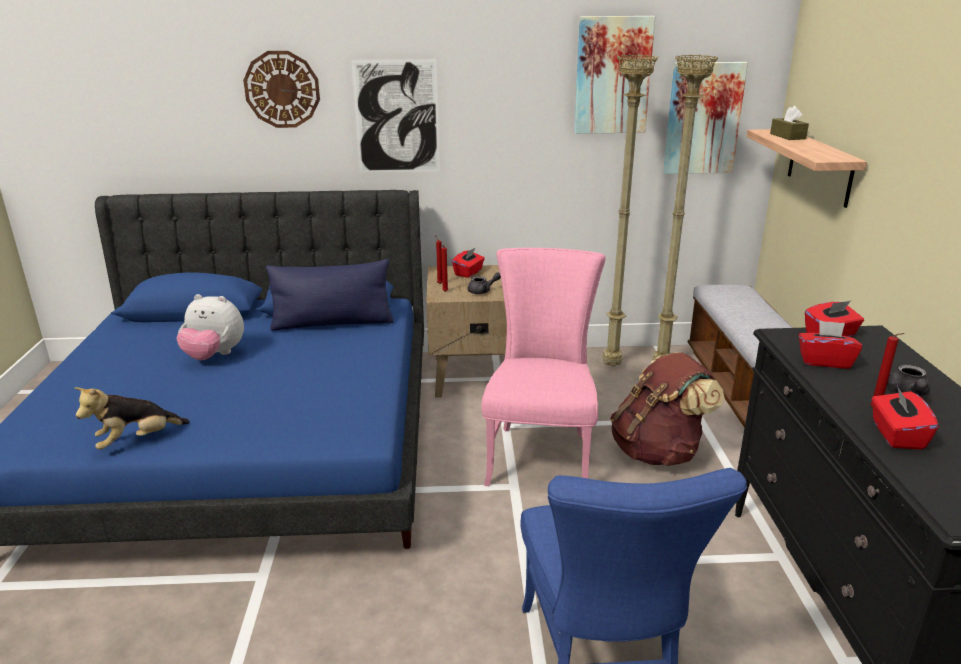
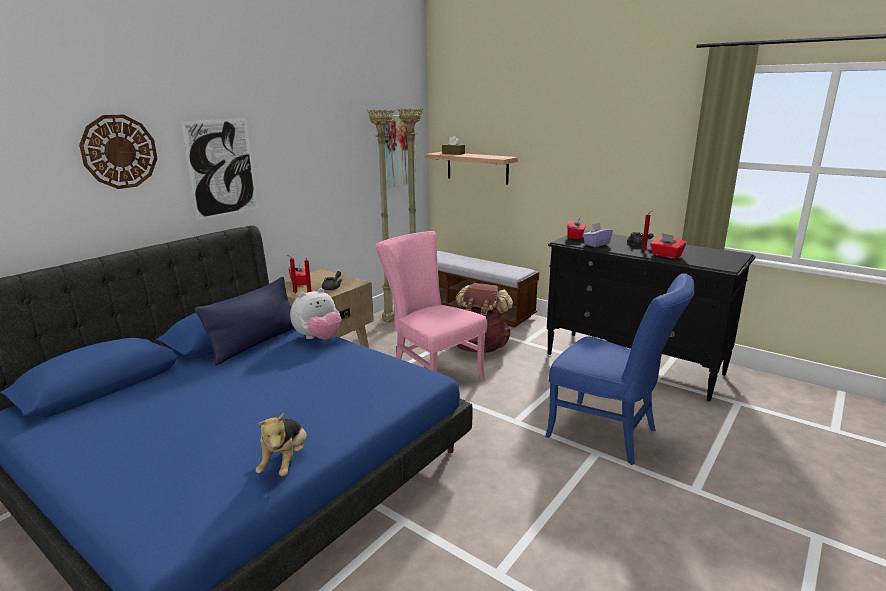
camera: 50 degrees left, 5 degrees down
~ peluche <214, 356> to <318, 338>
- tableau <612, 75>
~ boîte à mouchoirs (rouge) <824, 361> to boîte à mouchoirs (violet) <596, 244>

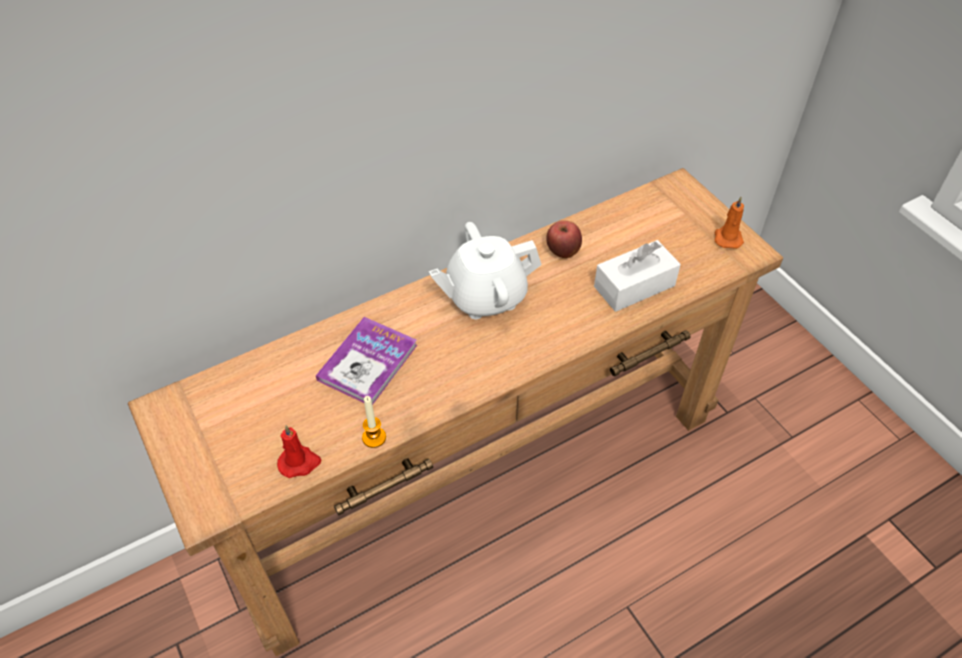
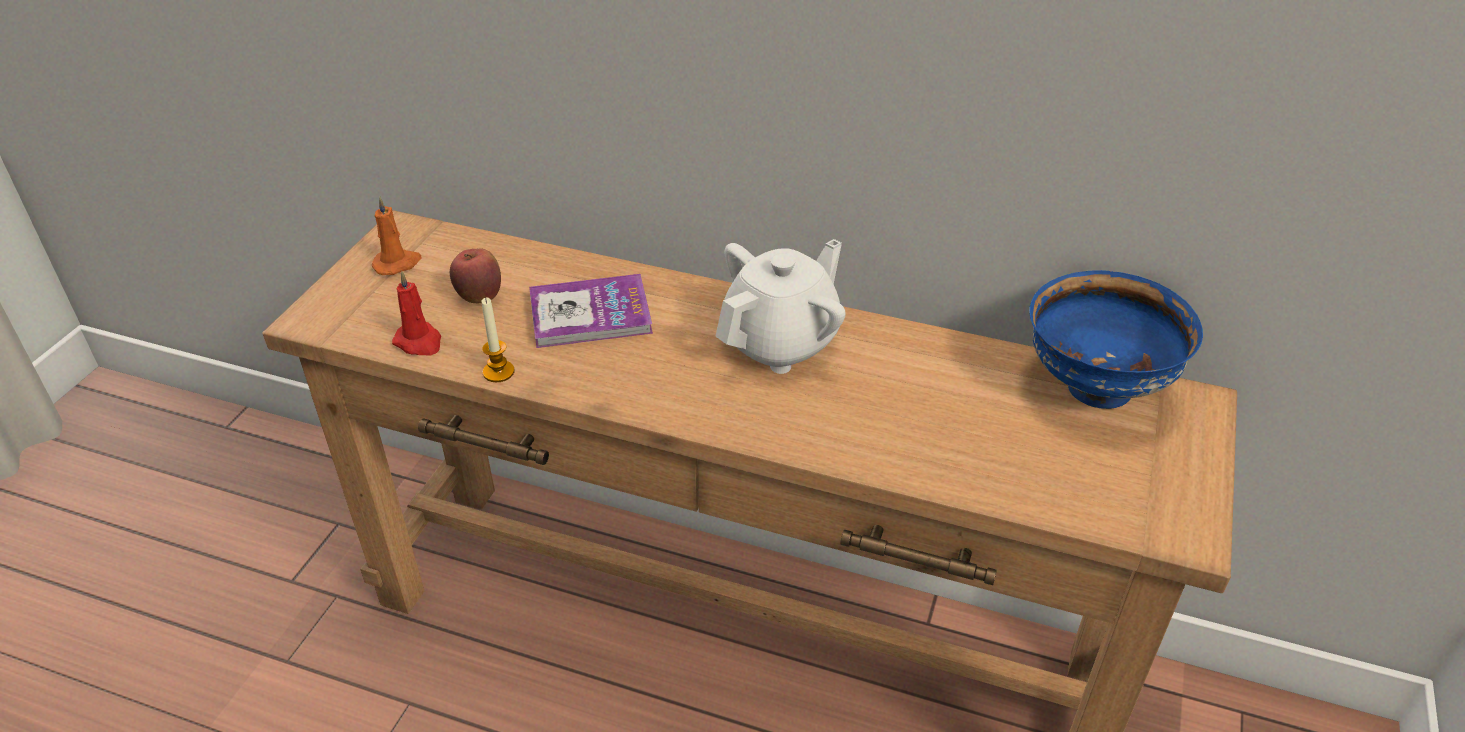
camera: 50 degrees right, 10 degrees down
~ théière (blanc) <485, 297> = <781, 343> 105 degrees clockwise
~ pomme <562, 252> to <480, 297>
- boîte à mouchoirs (blanc) <634, 286>
~ bougie (orange) <727, 237> to <397, 264>
+ bol (bleu) <1095, 389>

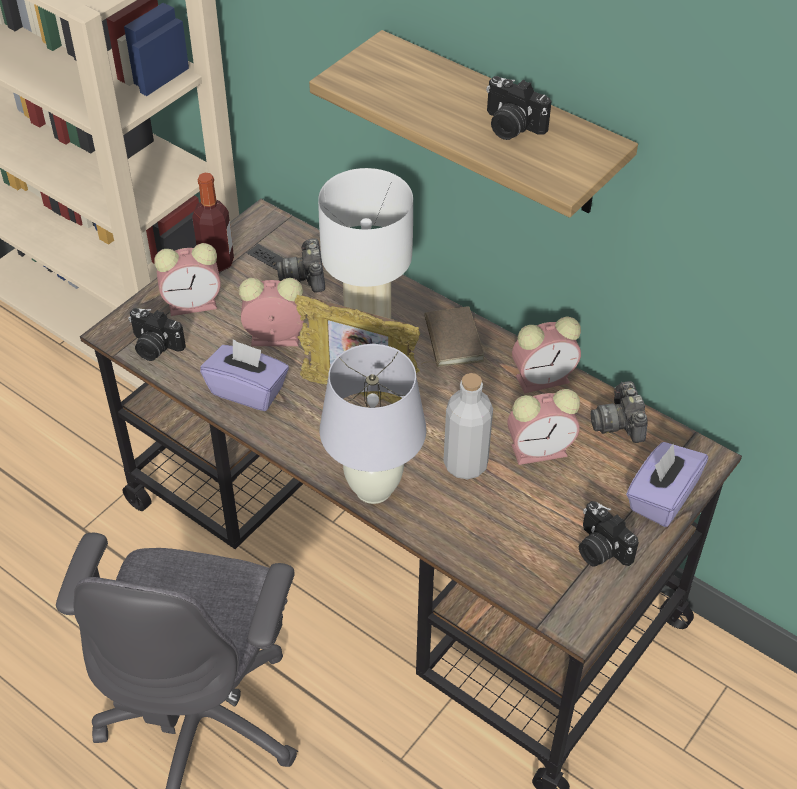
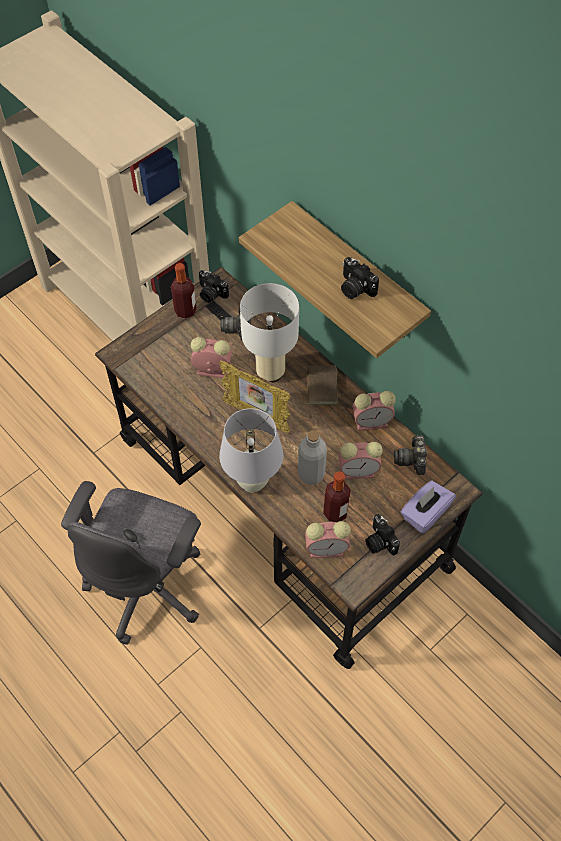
camera: 10 degrees right, 10 degrees up
~ appareil photo <154, 347> to <211, 294>
~ réveil <194, 303> to <327, 549>
- boîte à mouchoirs (violet) <248, 390>
+ bouteille <335, 512>

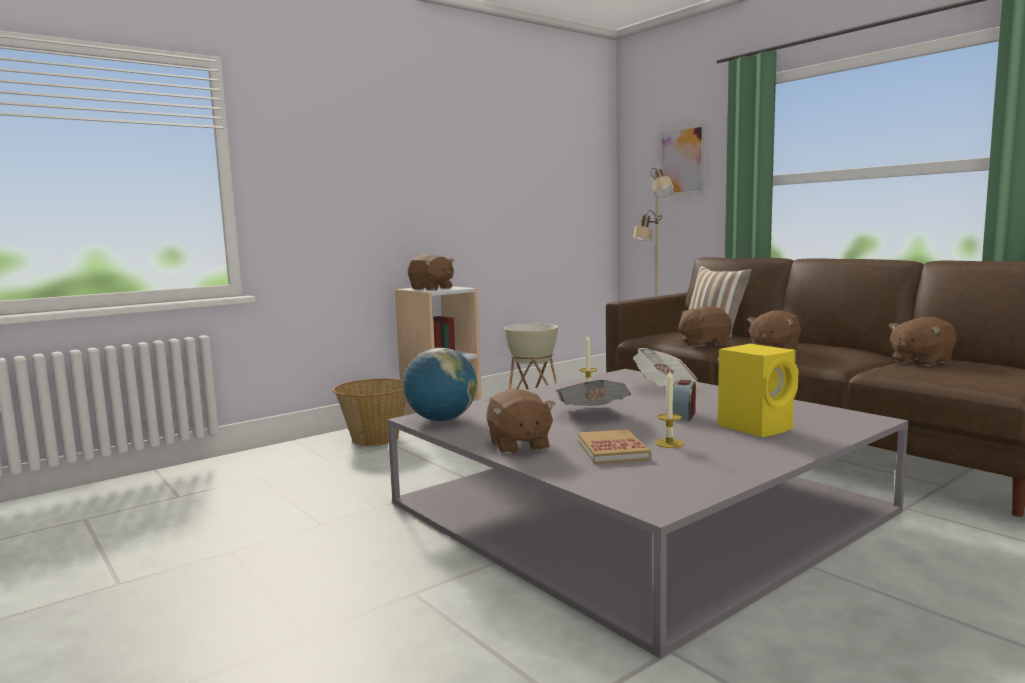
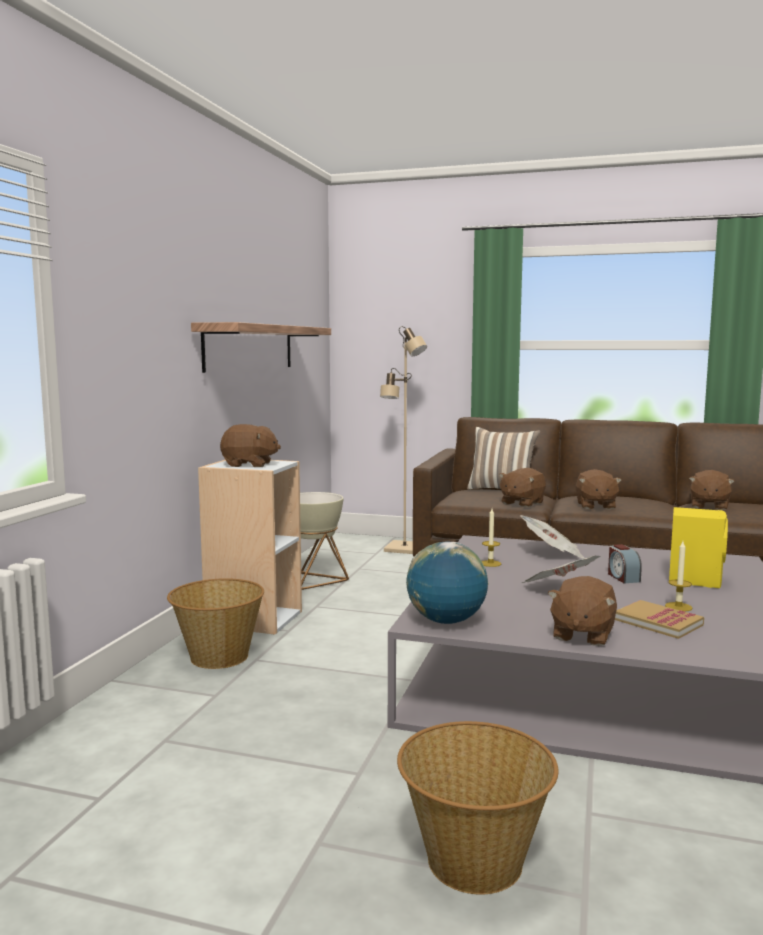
camera: 35 degrees left, 0 degrees up
~ peluche (marron) <518, 445> = <582, 634> 75 degrees clockwise
- tableau <682, 161>
+ étagère <250, 347>
+ panier <474, 862>

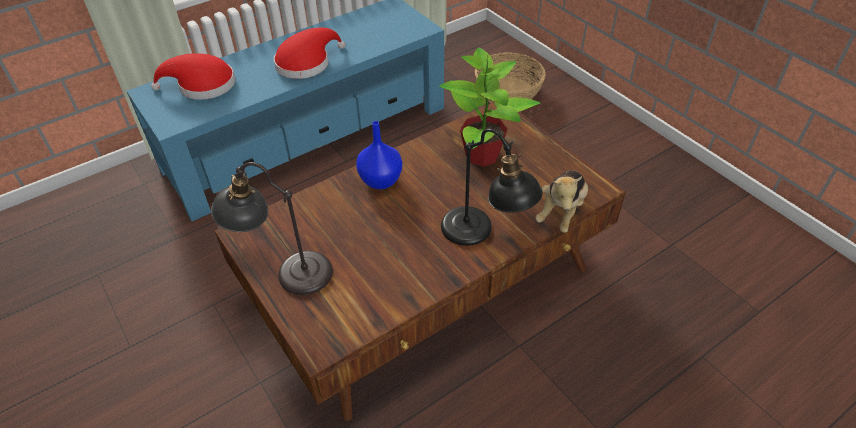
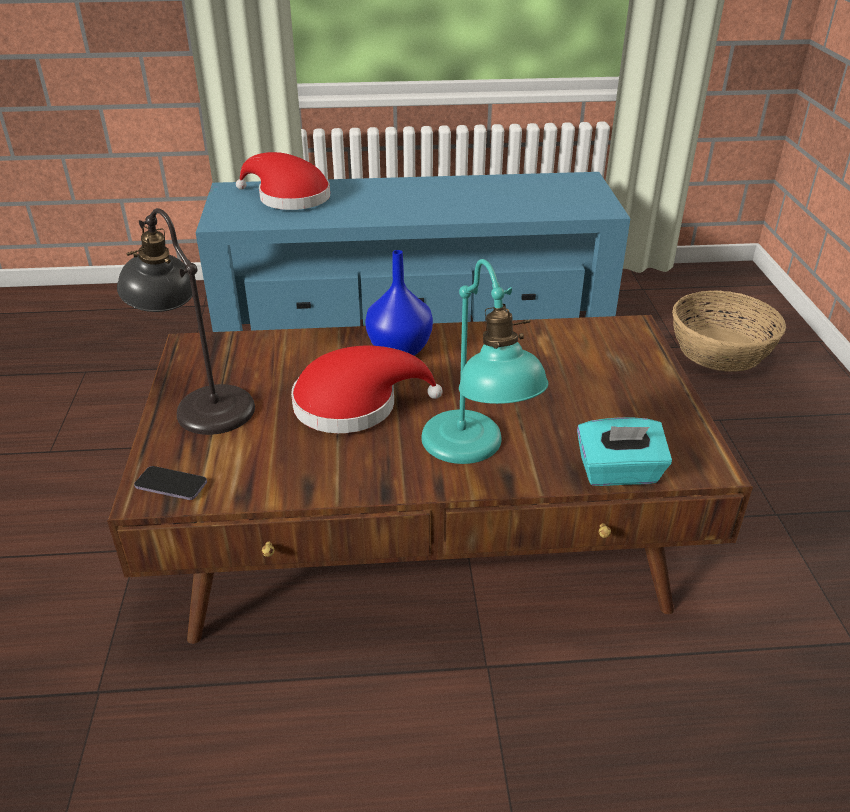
camera: 30 degrees right, 10 degrees down
~ chapeau (rouge) <306, 63> to <354, 404>
- plante en pot <483, 155>
~ lampe de table (noir) <485, 236> to lampe de table (turquoise) <478, 459>
~ peluche <561, 212> to boîte à mouchoirs (turquoise) <619, 473>
+ téléphone <171, 485>

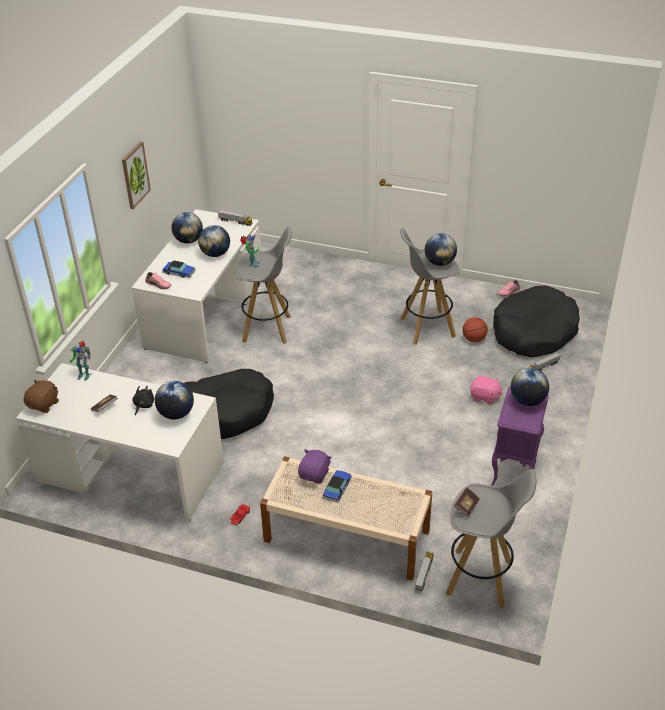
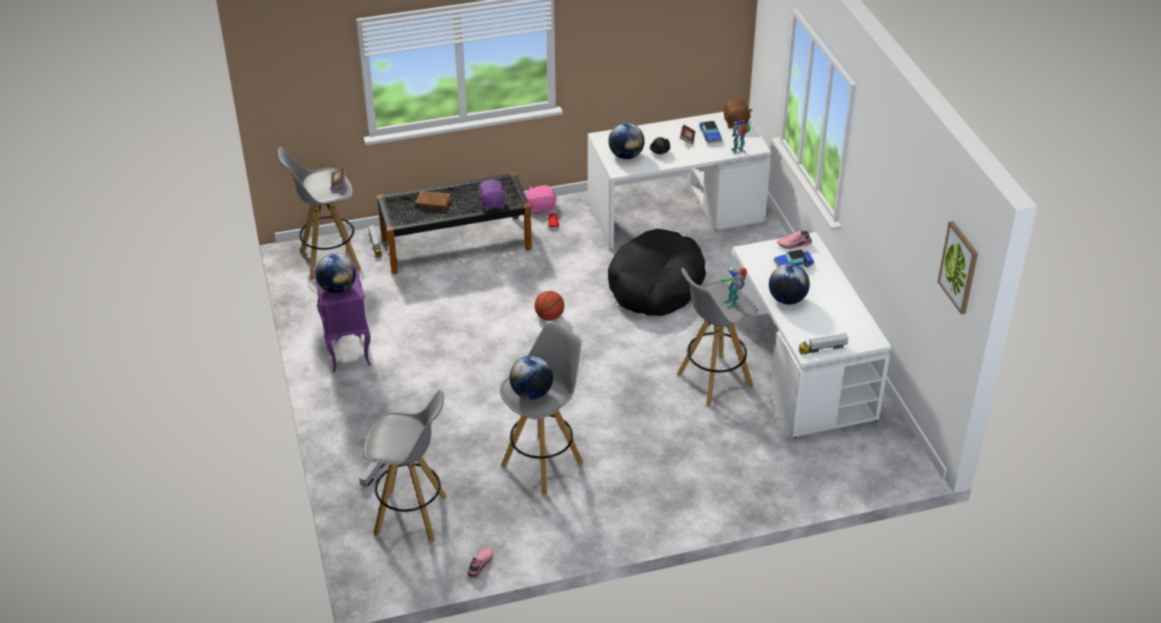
camera: 145 degrees right, 0 degrees up
~ tableau <135, 175> to <959, 267>
- globe <188, 240>
~ banc (beige) <346, 536> to banc (noir) <456, 243>
~ petite voiture <337, 488> to <710, 135>
~ ballon de basket <474, 339> to <549, 317>
~ peluche (rose) <484, 397> to <540, 207>
~ panier pour chien (noir) <533, 332> to tabouret (gris) <412, 516>
+ livre (marron) <433, 203>

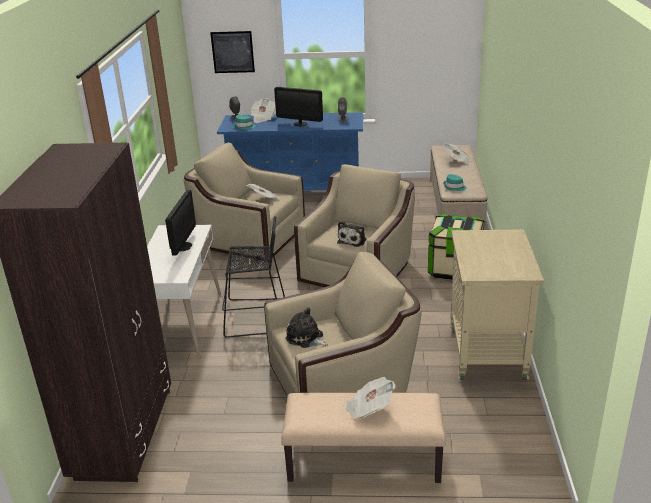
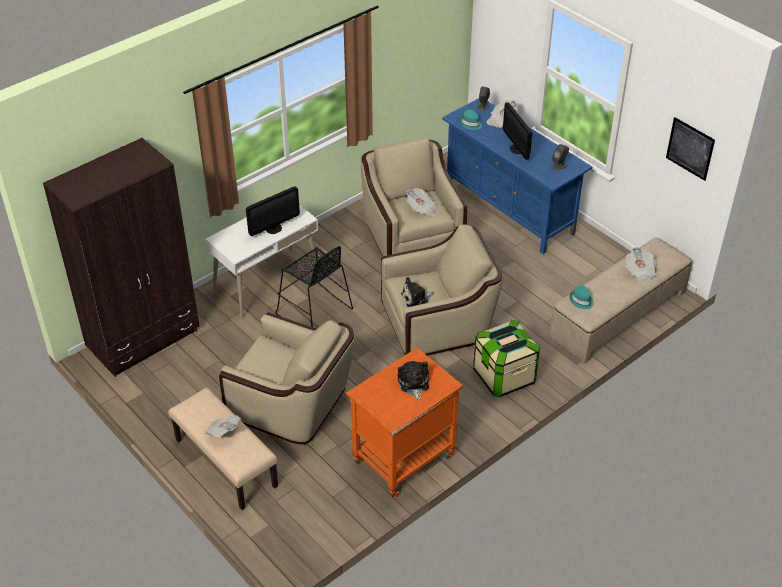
camera: 45 degrees right, 15 degrees up
~ tableau <232, 52> to <690, 148>
~ peluche <306, 338> to <413, 384>
~ chariot (beige) <486, 354> to chariot (orange) <403, 460>

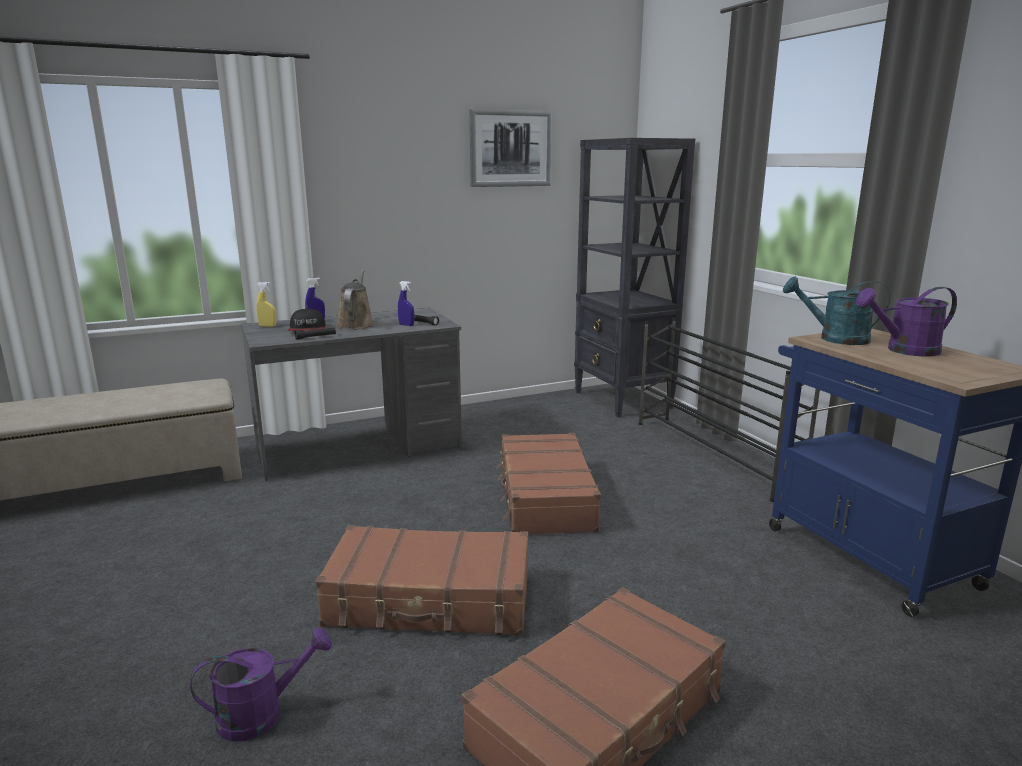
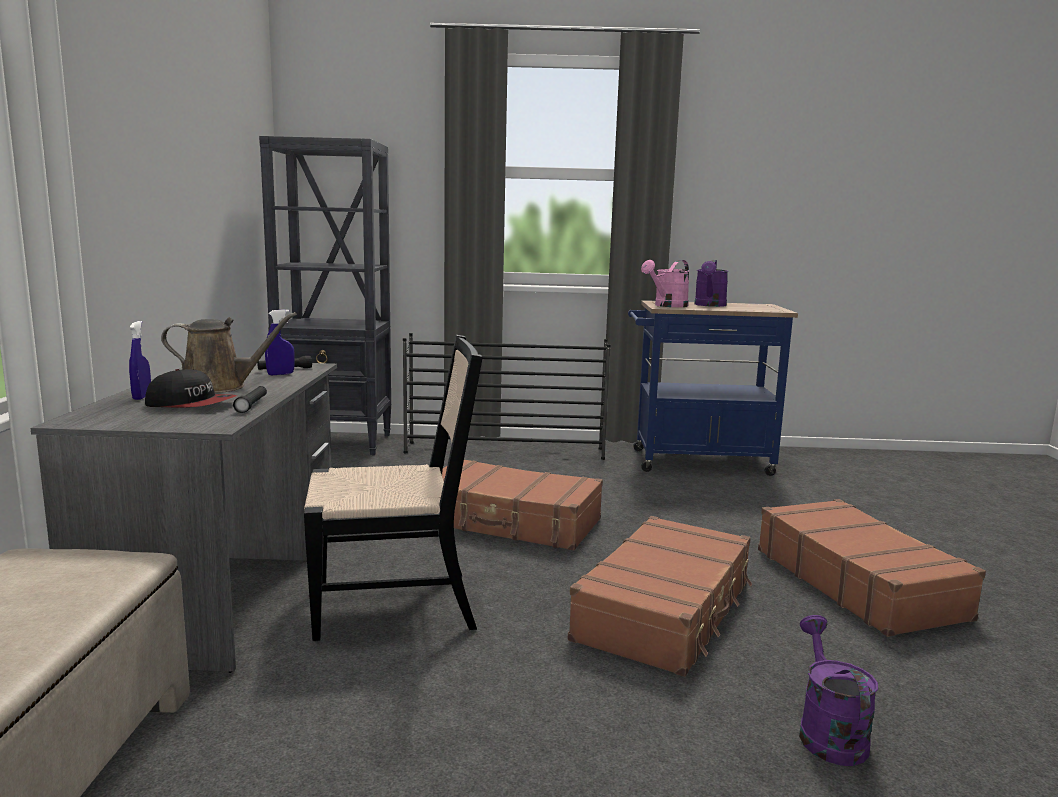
camera: 65 degrees left, 5 degrees down
- vaporisateur (jaune) <267, 326>
~ arrosoir (marron) <356, 324> = <220, 387> 150 degrees clockwise
- tableau <510, 148>
~ arrosoir (turquoise) <834, 339> to arrosoir (rose) <667, 306>
+ chaise <394, 605>

